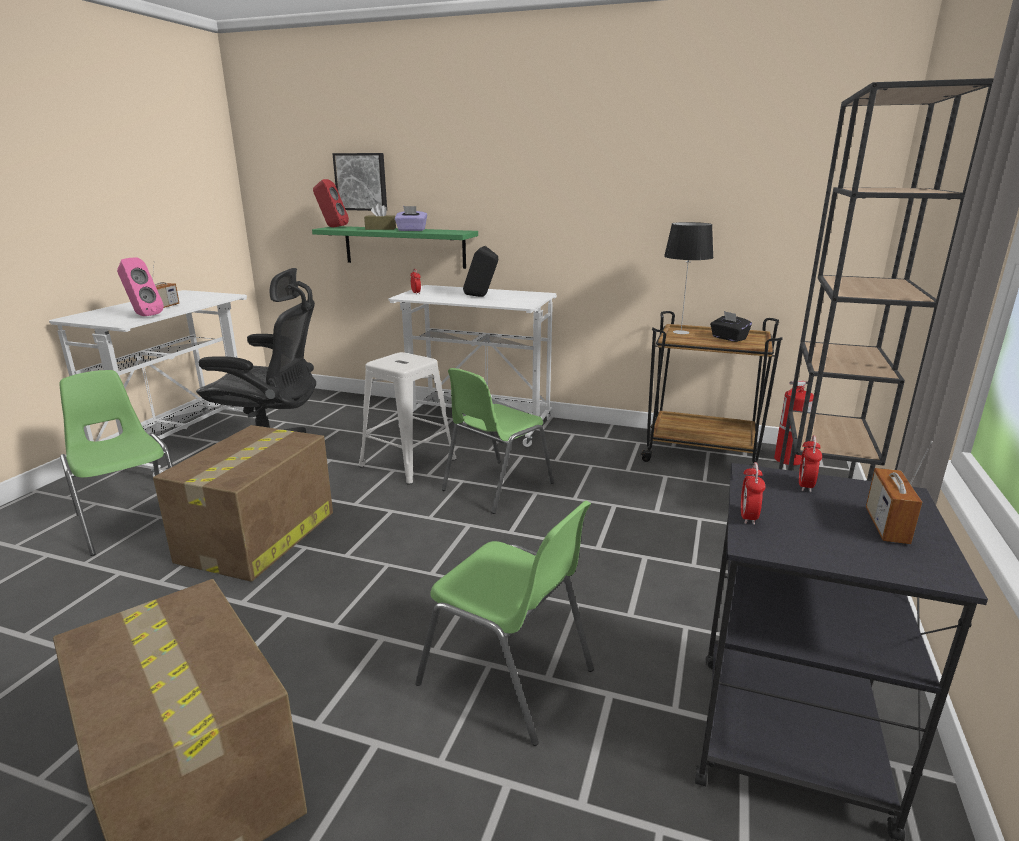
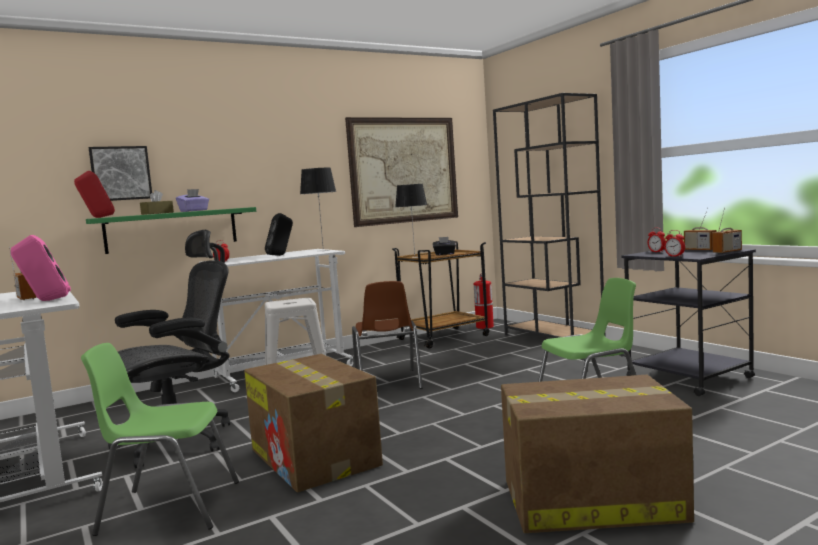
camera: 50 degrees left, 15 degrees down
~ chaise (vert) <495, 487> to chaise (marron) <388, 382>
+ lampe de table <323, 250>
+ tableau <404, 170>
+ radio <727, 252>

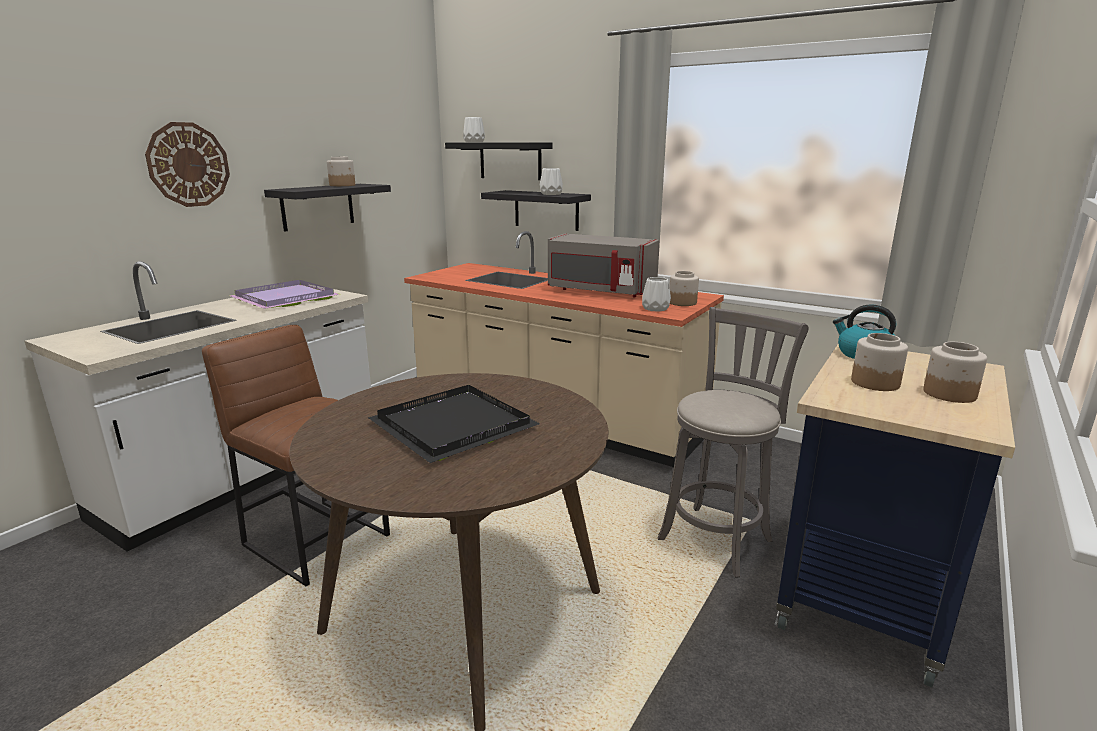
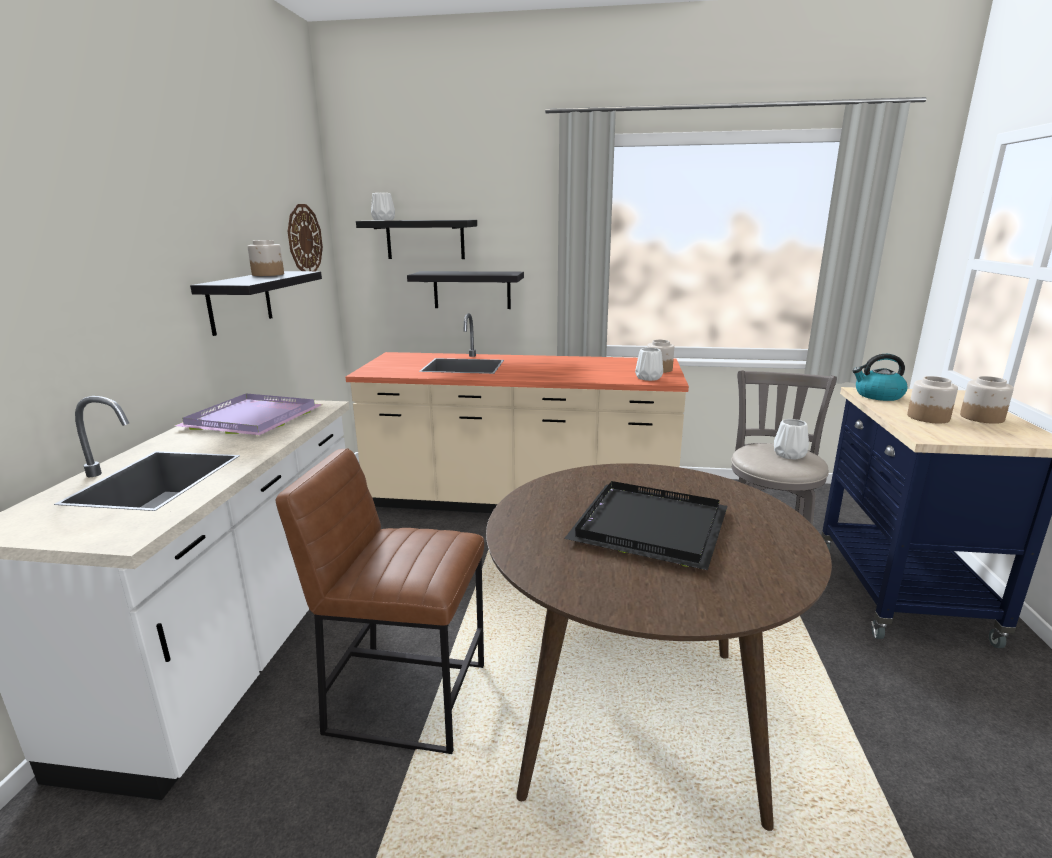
camera: 25 degrees left, 0 degrees up
~ horloge murale <188, 165> to <304, 239>
~ vase (blanc) <551, 194> to <789, 454>
- micro-ondes (gris) <599, 291>

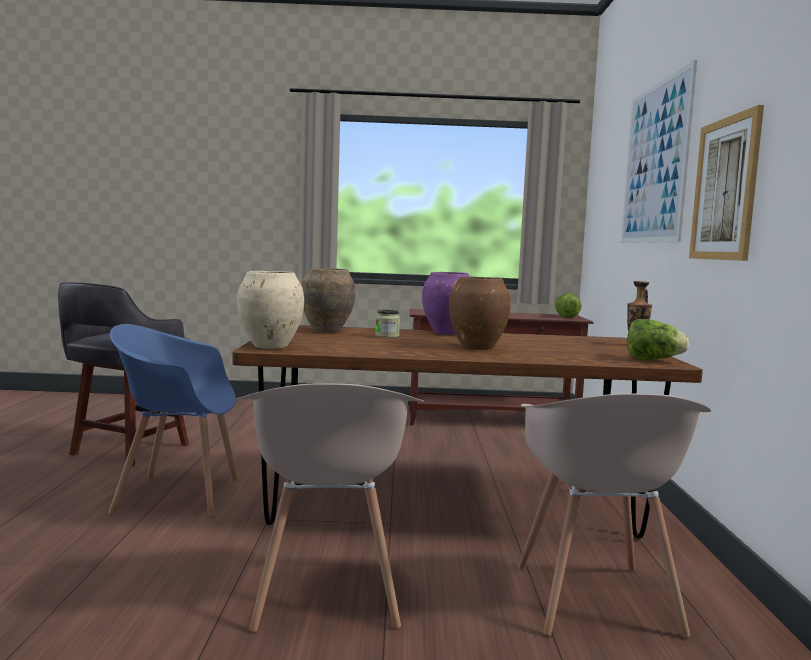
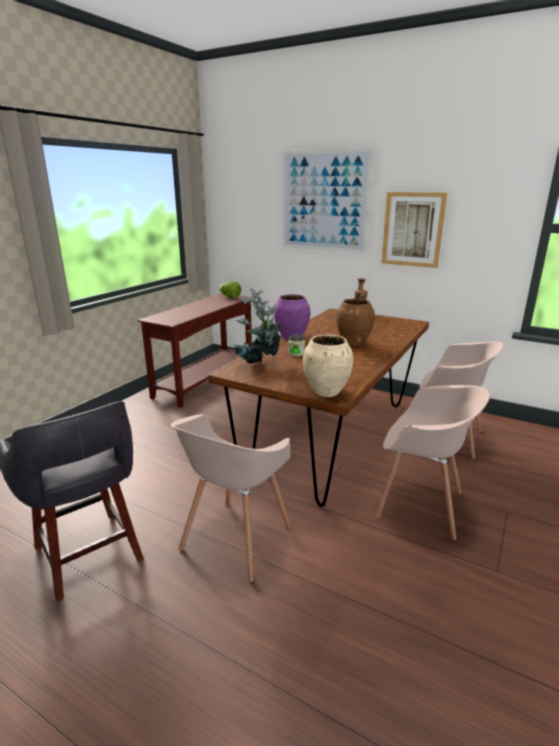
camera: 60 degrees left, 15 degrees up
~ chaise (bleu) <176, 495> to chaise (beige) <236, 540>
~ vase (marron) <326, 331> to plante en pot <259, 365>
- laitue <652, 360>

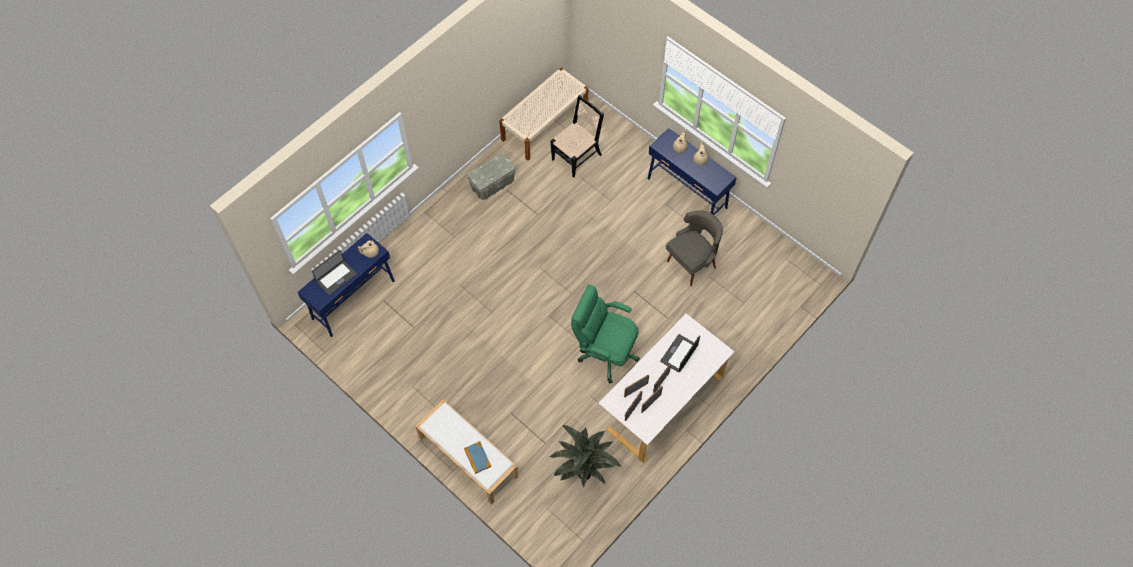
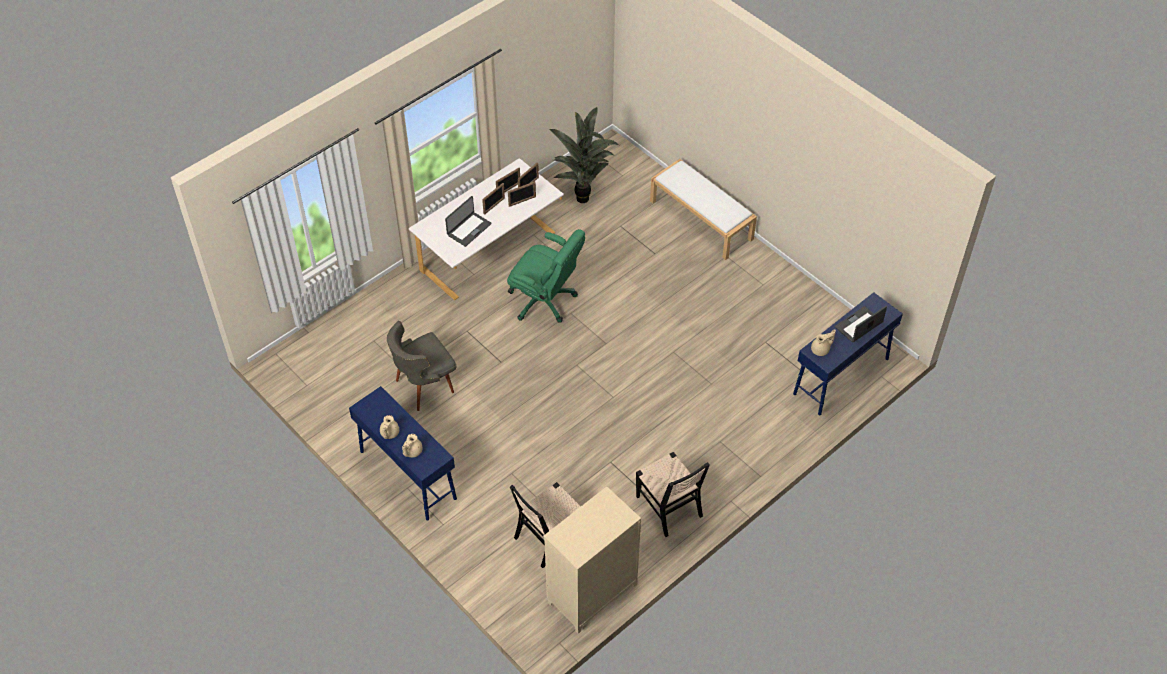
camera: 175 degrees left, 10 degrees down
- livre <477, 458>
~ boîte de rangement (gris) <492, 184> to chaise <668, 507>
~ banc (beige) <544, 123> to commode (beige) <590, 593>

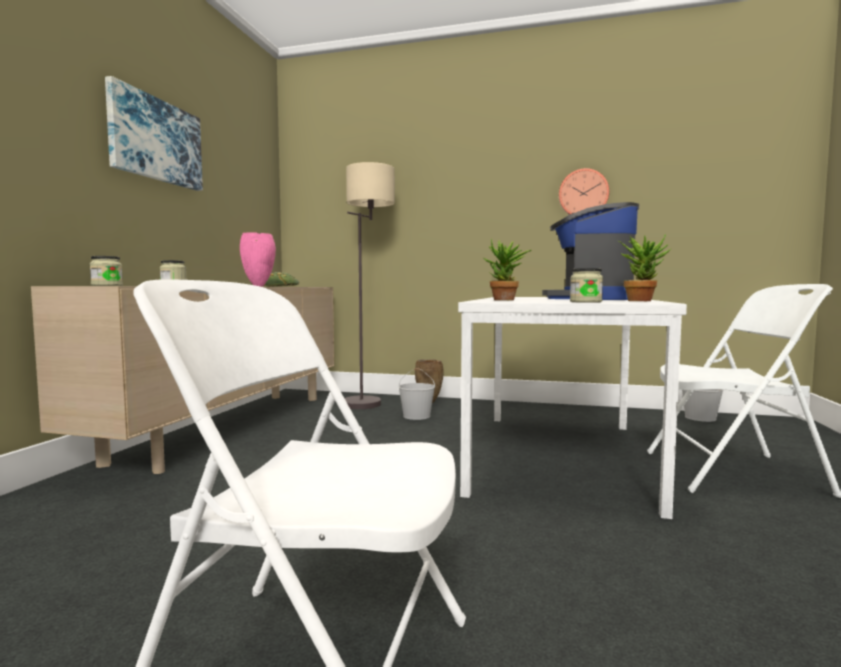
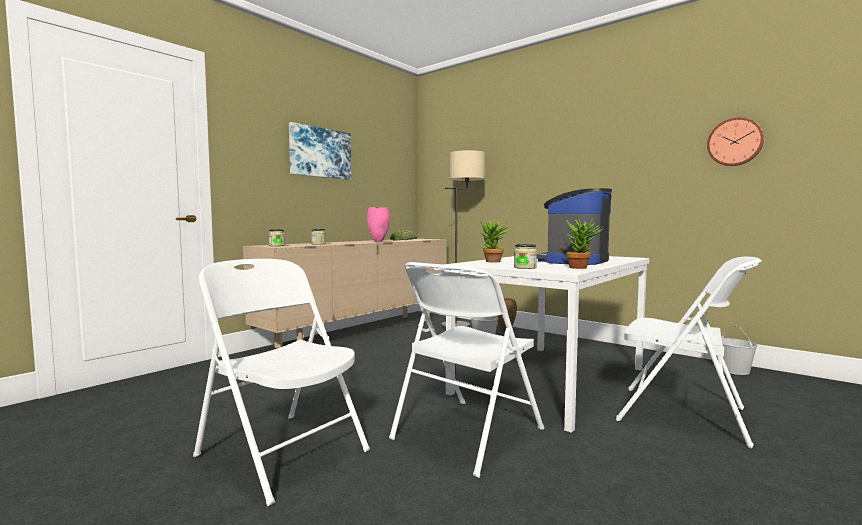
camera: 25 degrees right, 0 degrees up
~ horloge murale <583, 194> to <735, 142>
+ chaise (blanc) <467, 433>

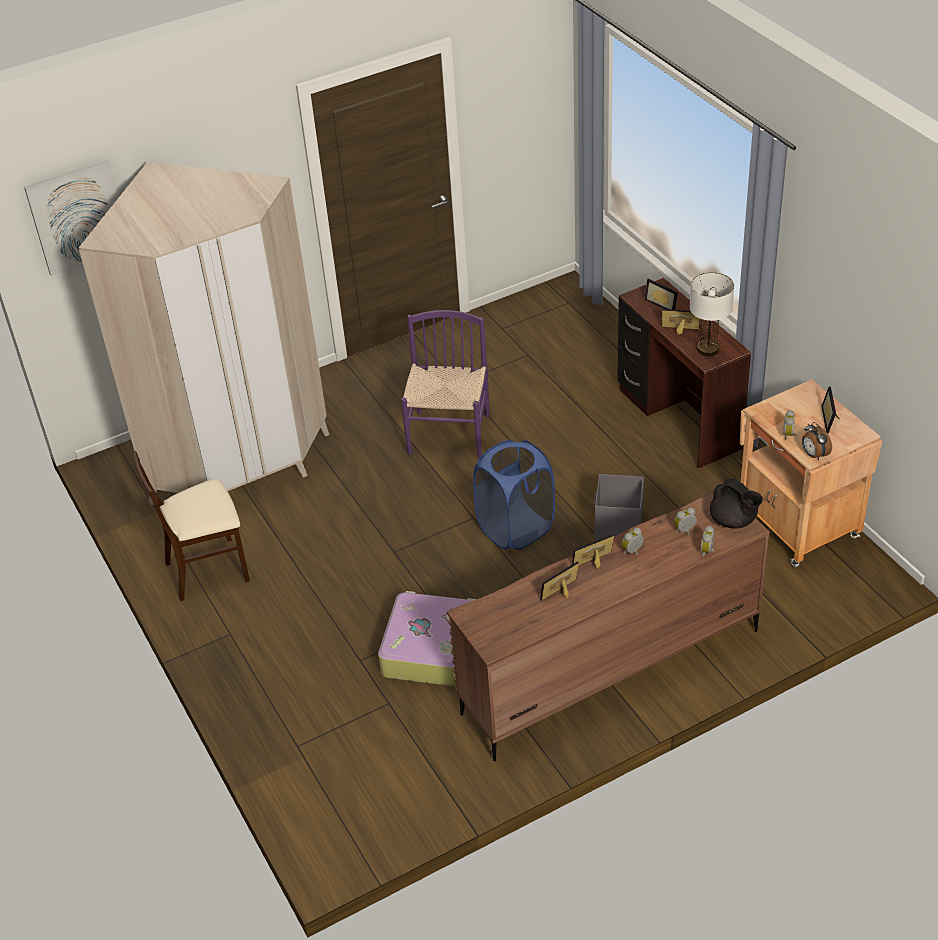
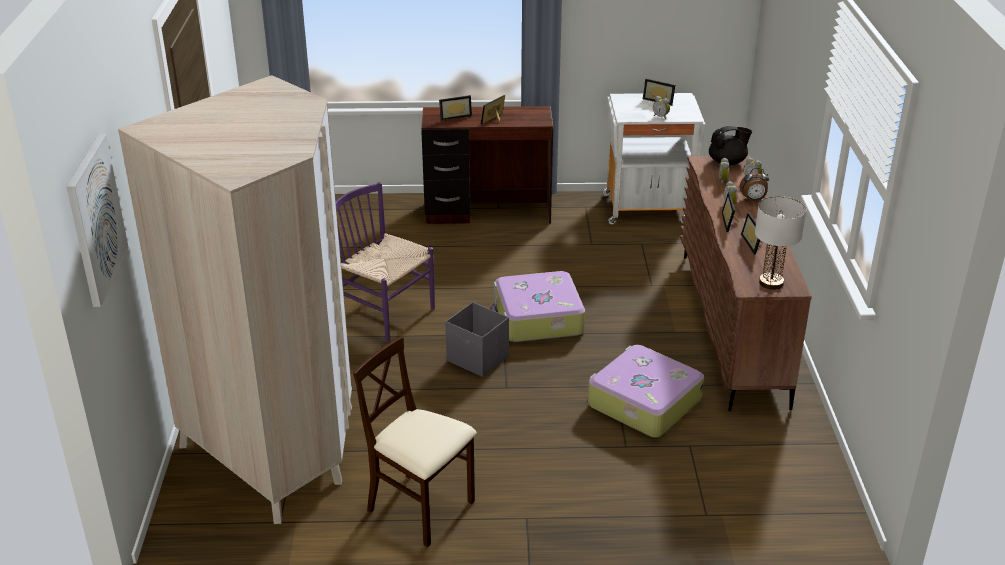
camera: 65 degrees left, 10 degrees down
~ chaise (beige) <208, 569> = <421, 508> 120 degrees clockwise
~ panier à linge (bleu) <515, 529> to valise <537, 319>
~ boîte de rangement (gris) <618, 527> to <478, 359>
~ lampe de table <708, 349> to <771, 283>
~ chariot (marron) <798, 527> to chariot (blanc) <647, 209>
~ réveil <813, 455> to <753, 200>

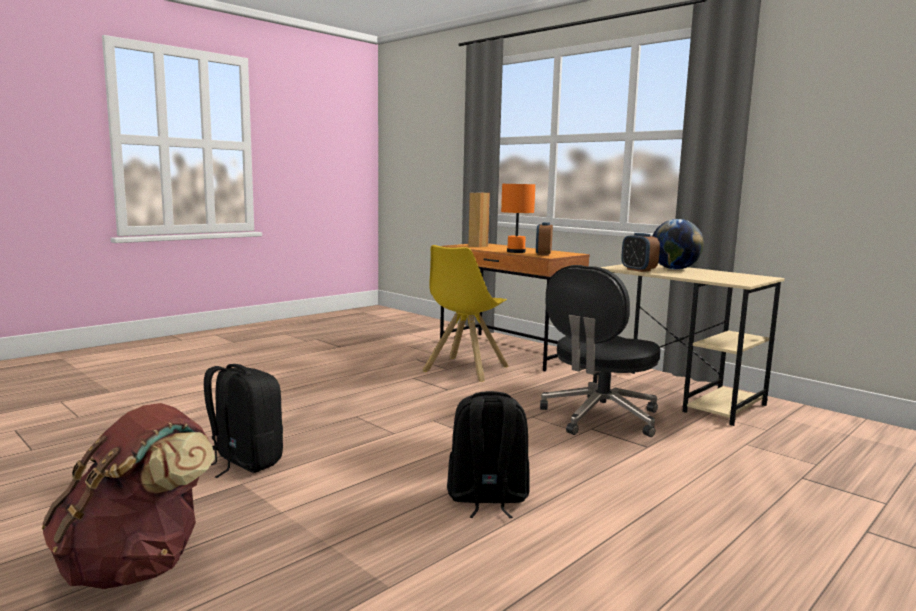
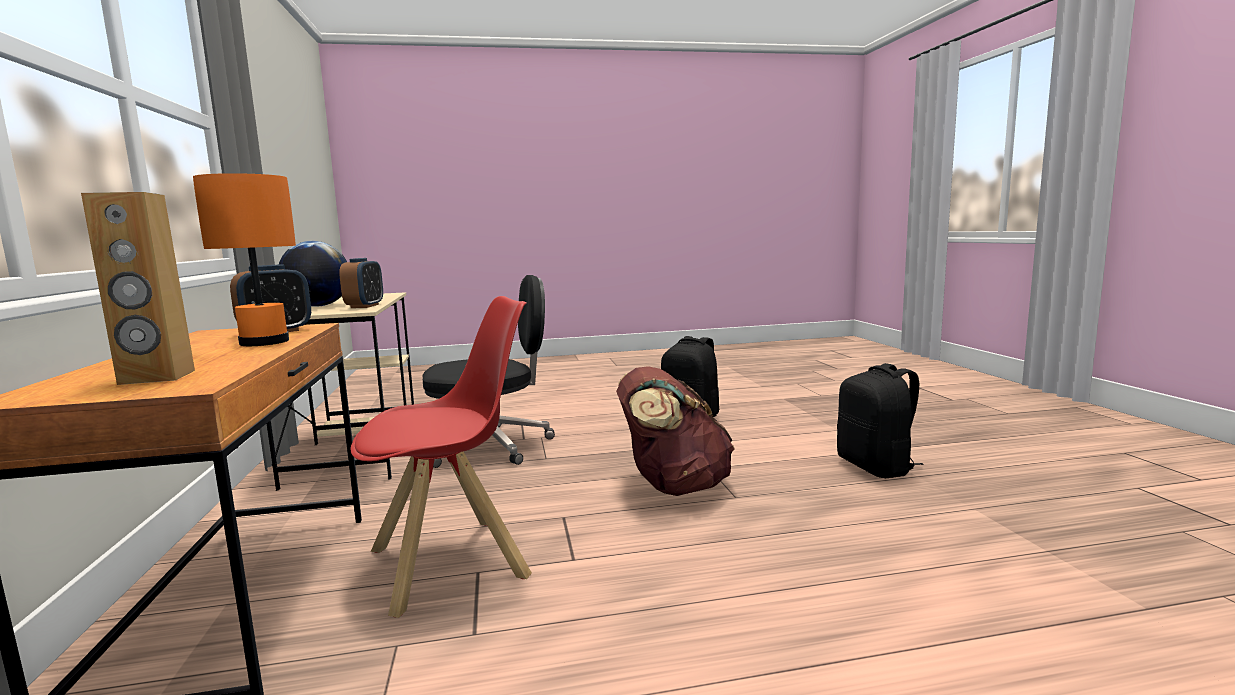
camera: 145 degrees left, 0 degrees up
~ sac à dos (marron) <137, 565> to <673, 486>
~ chaise (jaune) <464, 369> to chaise (rouge) <454, 561>

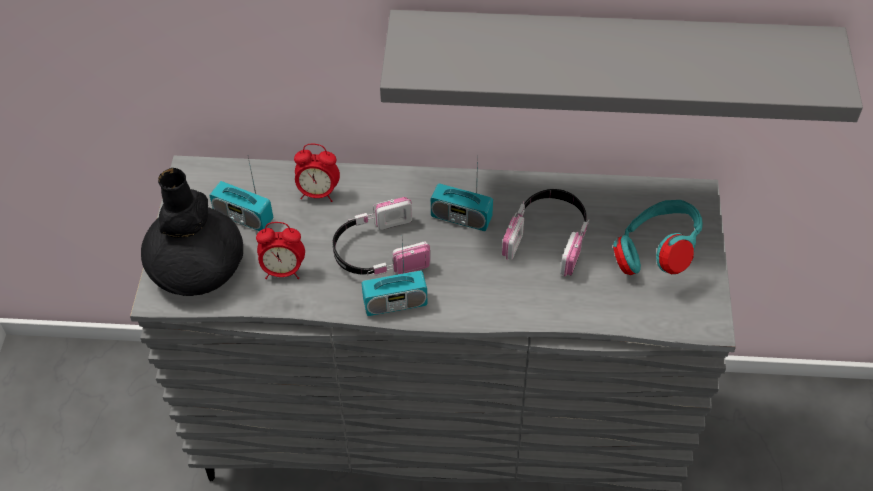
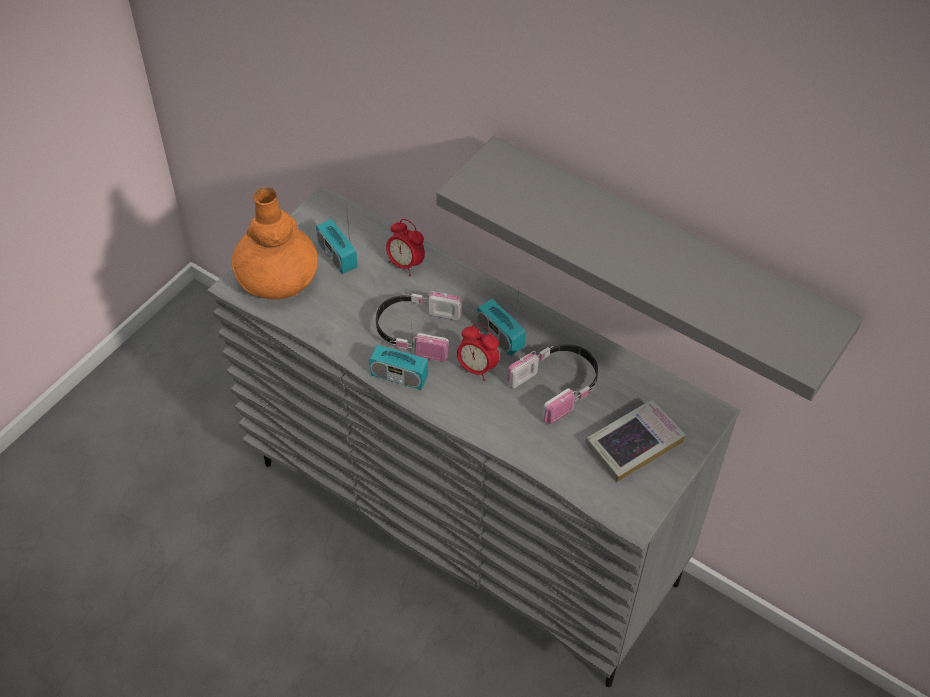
camera: 30 degrees right, 0 degrees up
~ vase (noir) <196, 266> to vase (orange) <277, 276>
~ réveil <283, 270> to <477, 368>
~ casque audio (turquoise) <655, 255> to livre <634, 444>

